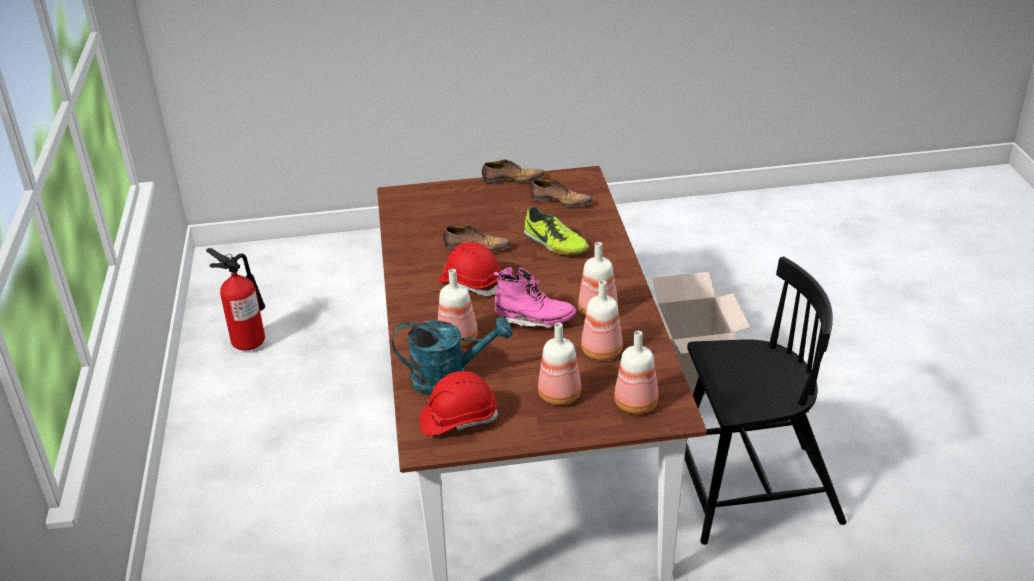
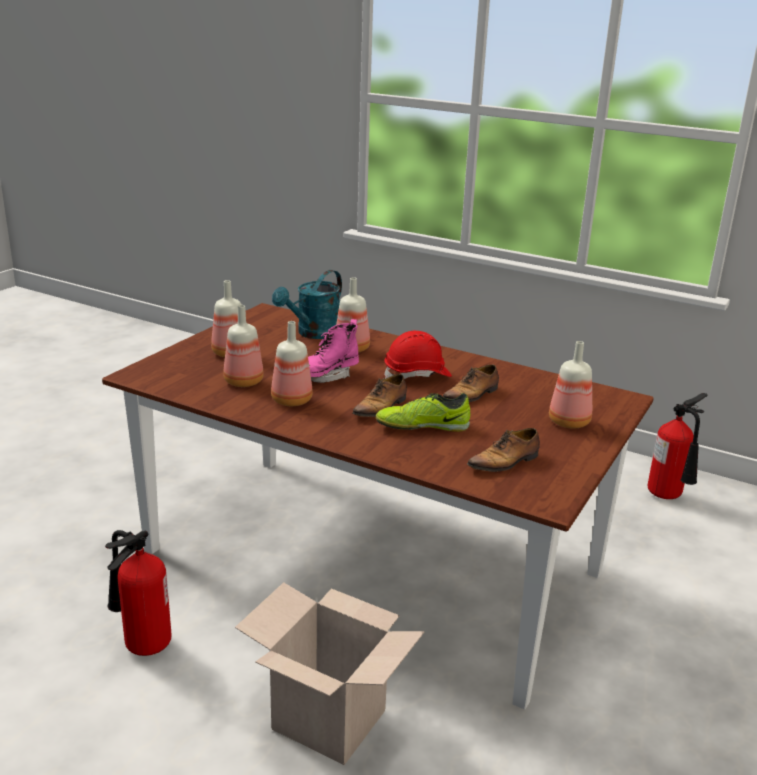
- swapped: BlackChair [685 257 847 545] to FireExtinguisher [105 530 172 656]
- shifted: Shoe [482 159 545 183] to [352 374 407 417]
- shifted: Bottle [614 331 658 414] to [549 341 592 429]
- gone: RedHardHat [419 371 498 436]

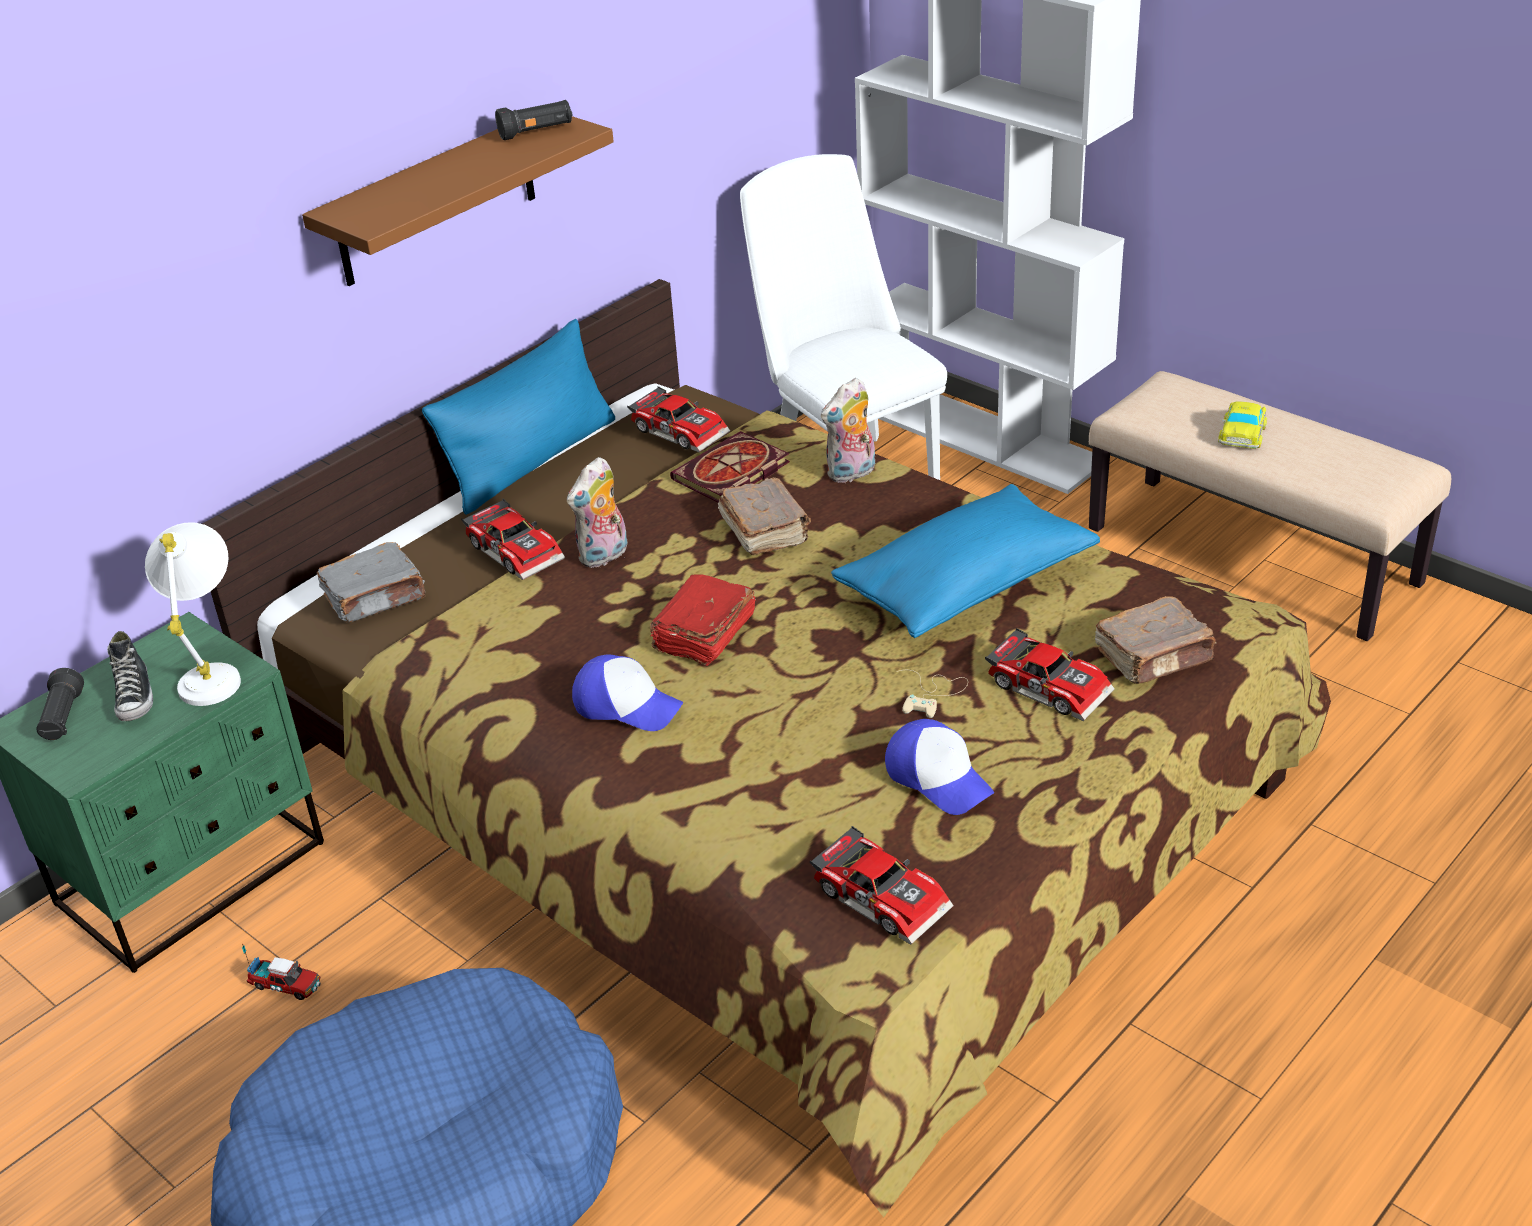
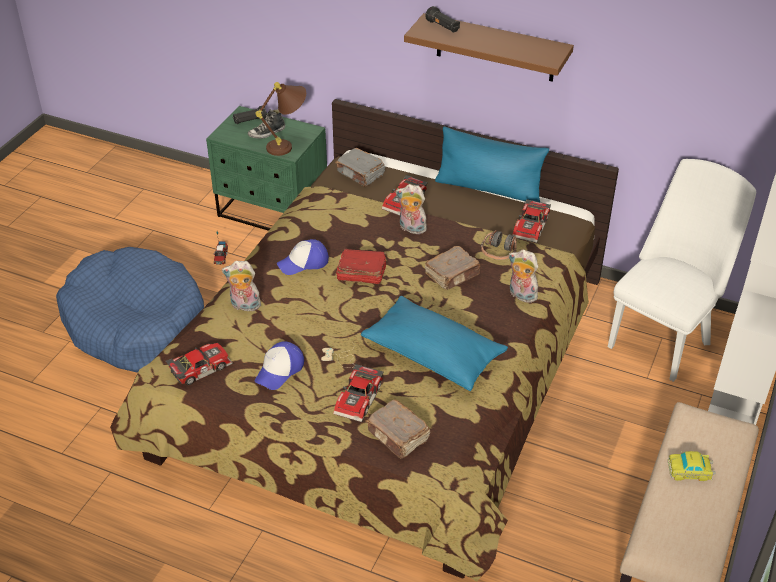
- rotated: ToyCar [810 826 954 945] = [166 343 233 385] 150 degrees counterclockwise
- new: PlushToy [222 261 261 311]
- repainted: WhiteTableLamp [145 522 241 706] to BrownTableLamp [255 82 306 156]
- rotated: Cap [572 655 684 731] = [277 239 329 275] 60 degrees clockwise
- shifted: BlackFlashlight [495 100 573 140] to [425 6 460 32]
- swapped: Book [670 431 790 502] to Headphones [481 230 517 260]

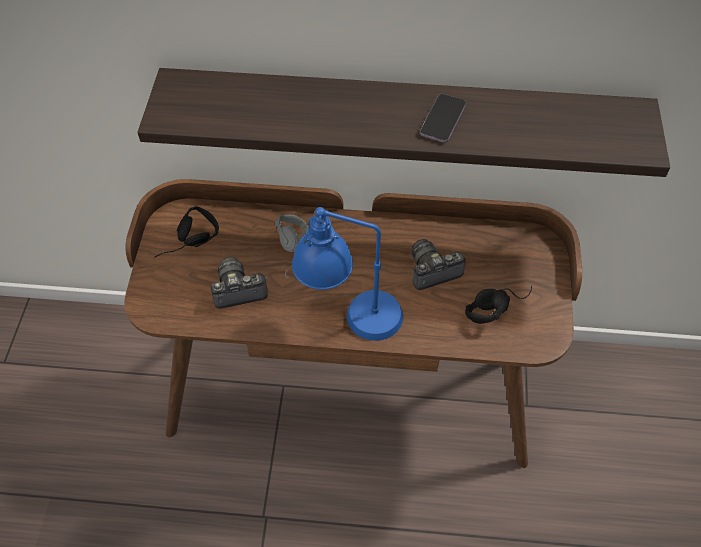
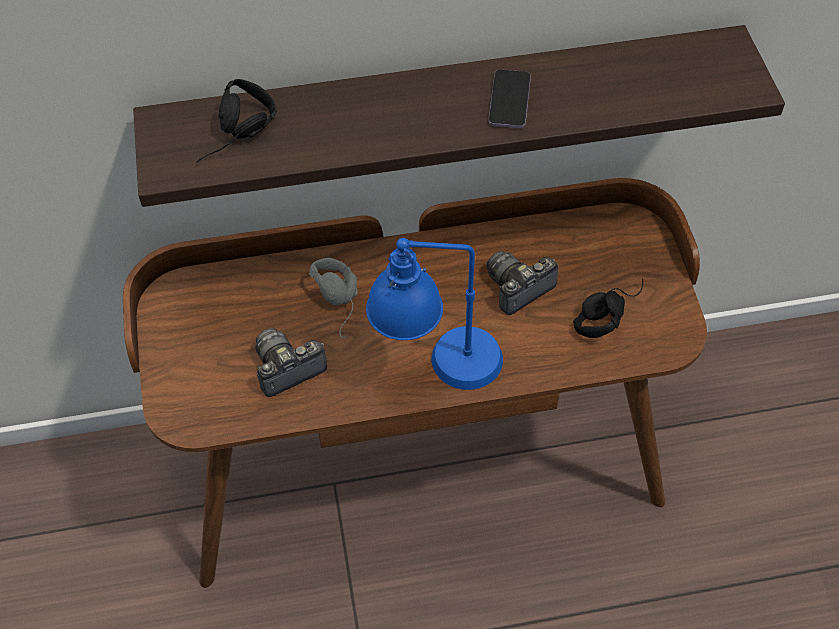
- shifted: BlackHeadphones [155 206 219 257] to [197 79 277 163]

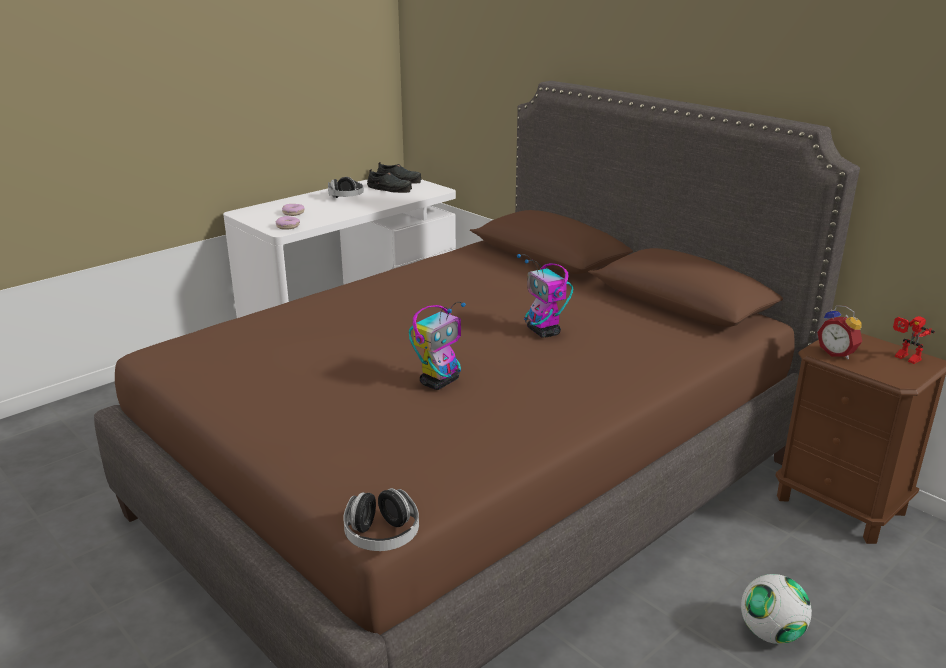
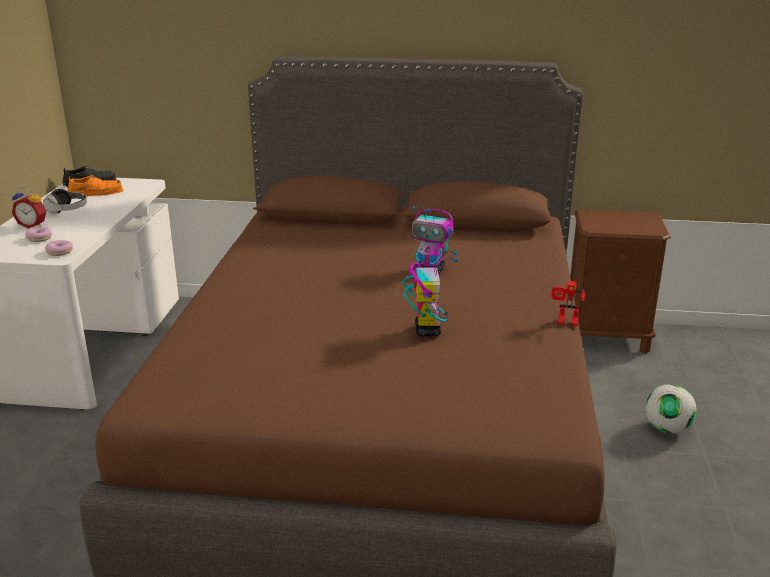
- shifted: AlarmClock [817 305 862 359] to [12 187 46 228]
- repainted: BlackShoe [367 169 412 193] to OrangeShoe [67 175 123 196]
- shifted: ToyRobot [893 316 935 364] to [551 281 587 326]
- gone: Headphones [343 488 419 551]

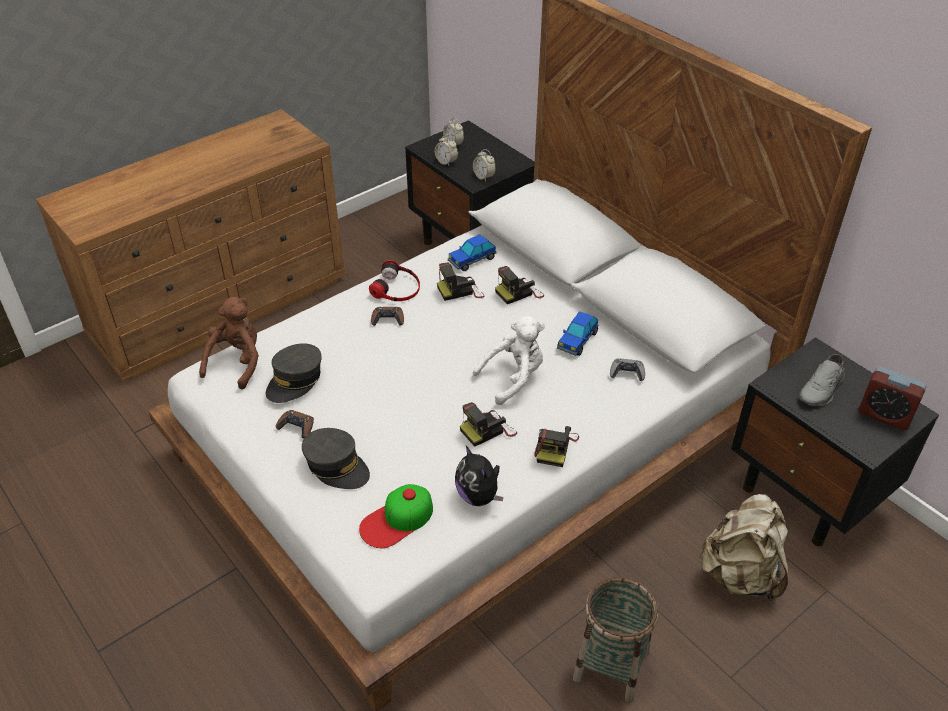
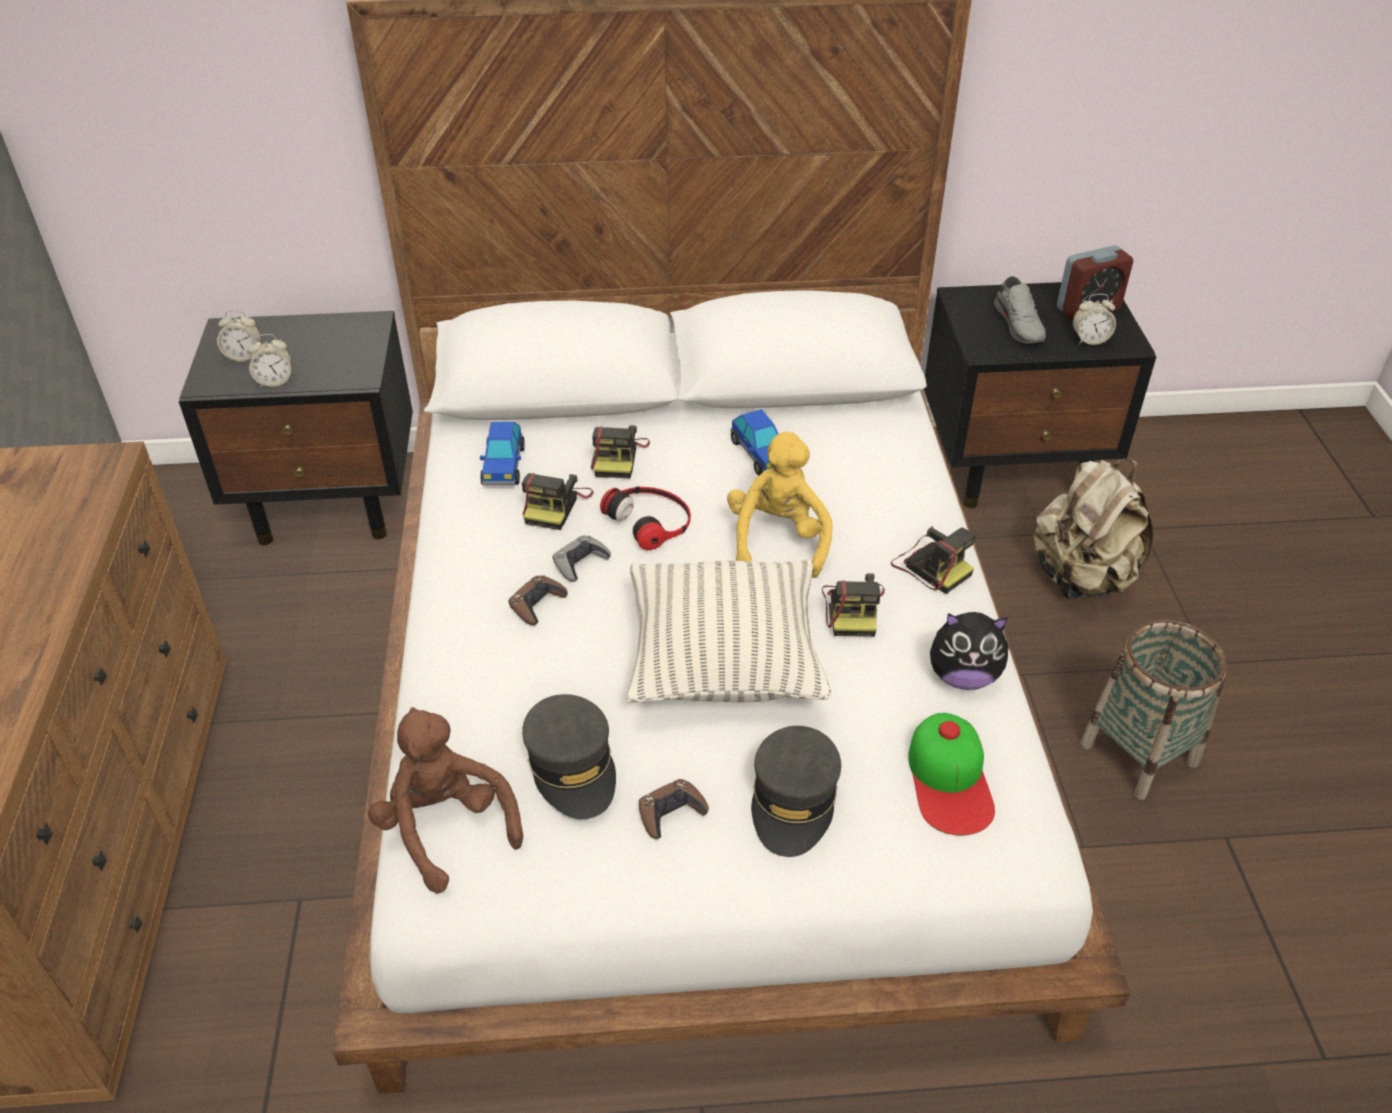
- shifted: GreyGameController [610 358 645 381] to [553 536 611 582]
- shifted: Headphones [369 260 420 301] to [600 486 691 550]
- new: Pillow [627 560 831 703]
- repainted: WhitePlushToy [473 316 545 405] to YellowPlushToy [727 432 832 578]
- rotated: GreyCap [302 428 370 489] = [751 726 841 857] 120 degrees clockwise
- shifted: AlarmClock [473 149 496 181] to [1073 294 1116 345]

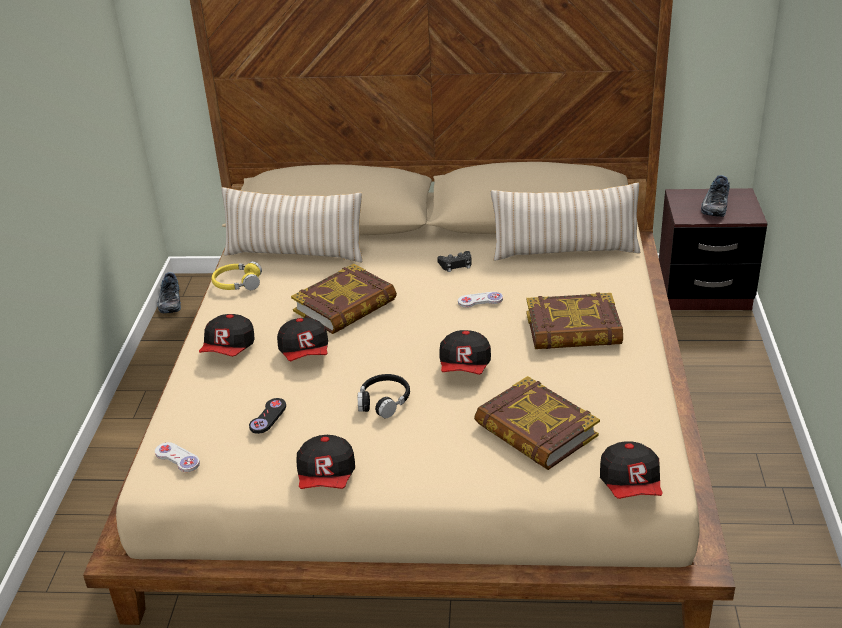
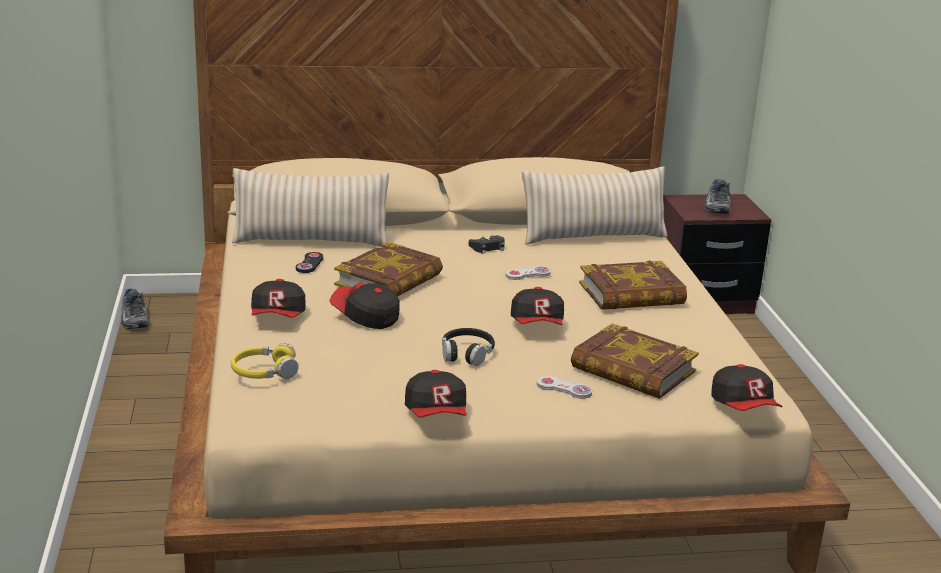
- shifted: YellowHeadphones [211 261 262 290] to [231 343 299 379]
- shifted: BlackGameController [249 398 286 434] to [296 252 323 273]
- rotated: Cap [277 318 328 361] = [329 282 399 329] 150 degrees clockwise
- shifted: WhiteGameController [155 442 200 472] to [537 376 592 399]

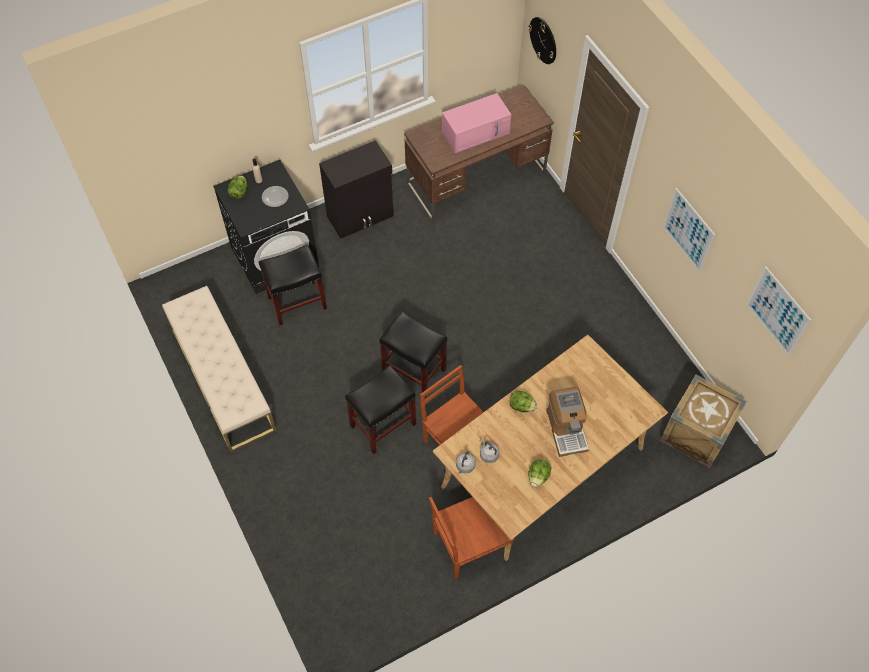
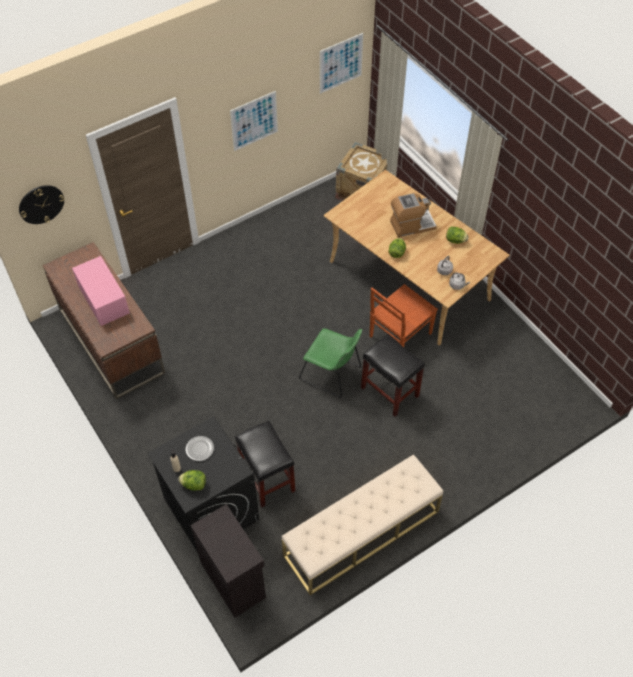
- shifted: BlackCabinet [319 140 393 239] to [191 504 266 618]
- swapped: BlackStool [380 311 447 397] to GreenChair [299 328 362 398]
- gone: BrownChair [429 497 515 579]

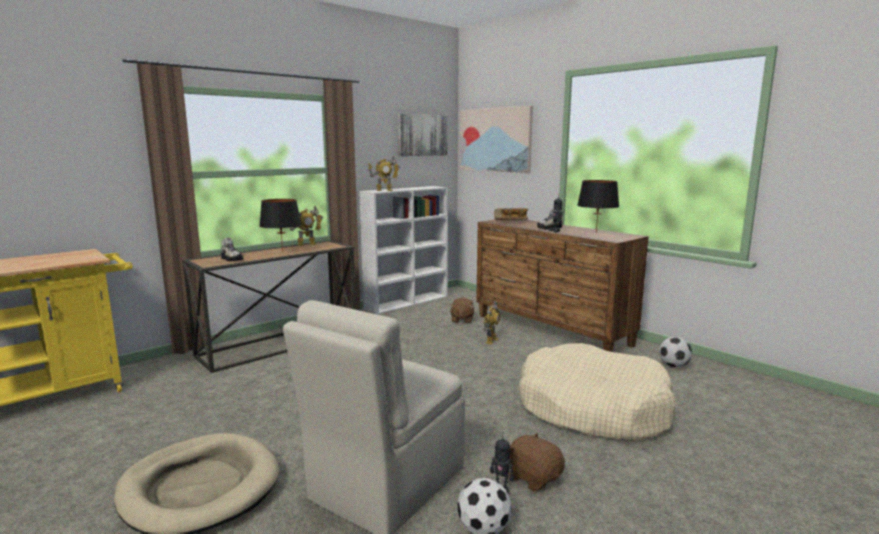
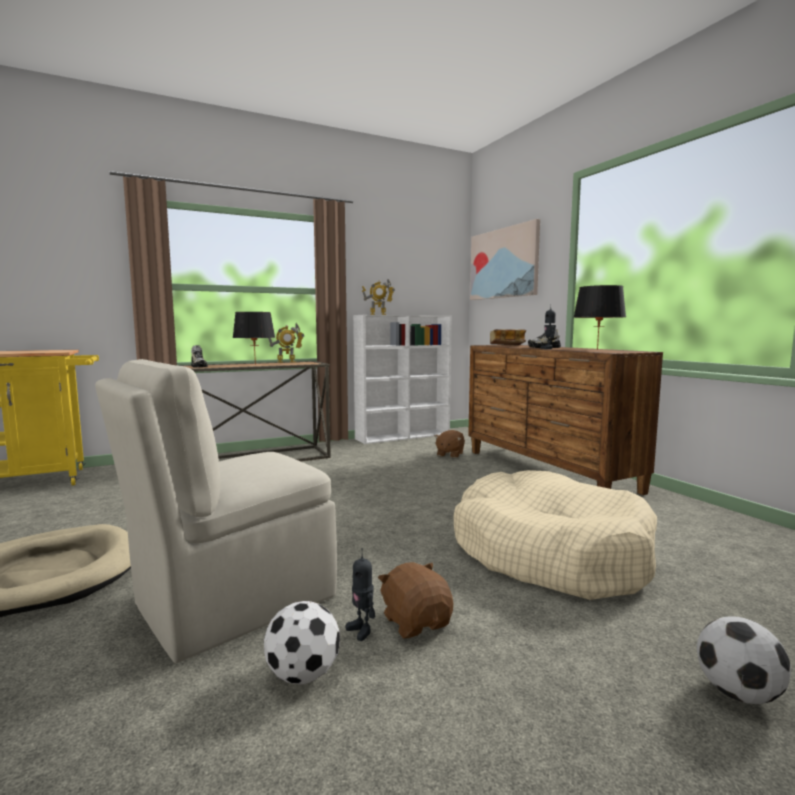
- shifted: Football [659 337 692 368] to [697 616 791 704]
- gone: Picture [398 114 448 156]
- gone: ToyRobot [483 301 500 345]

